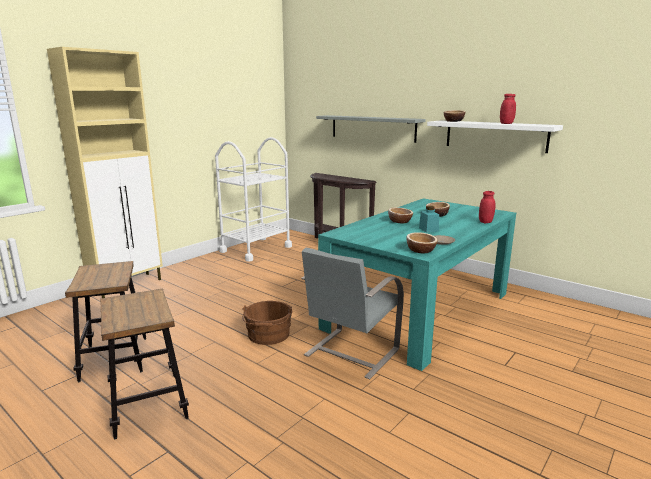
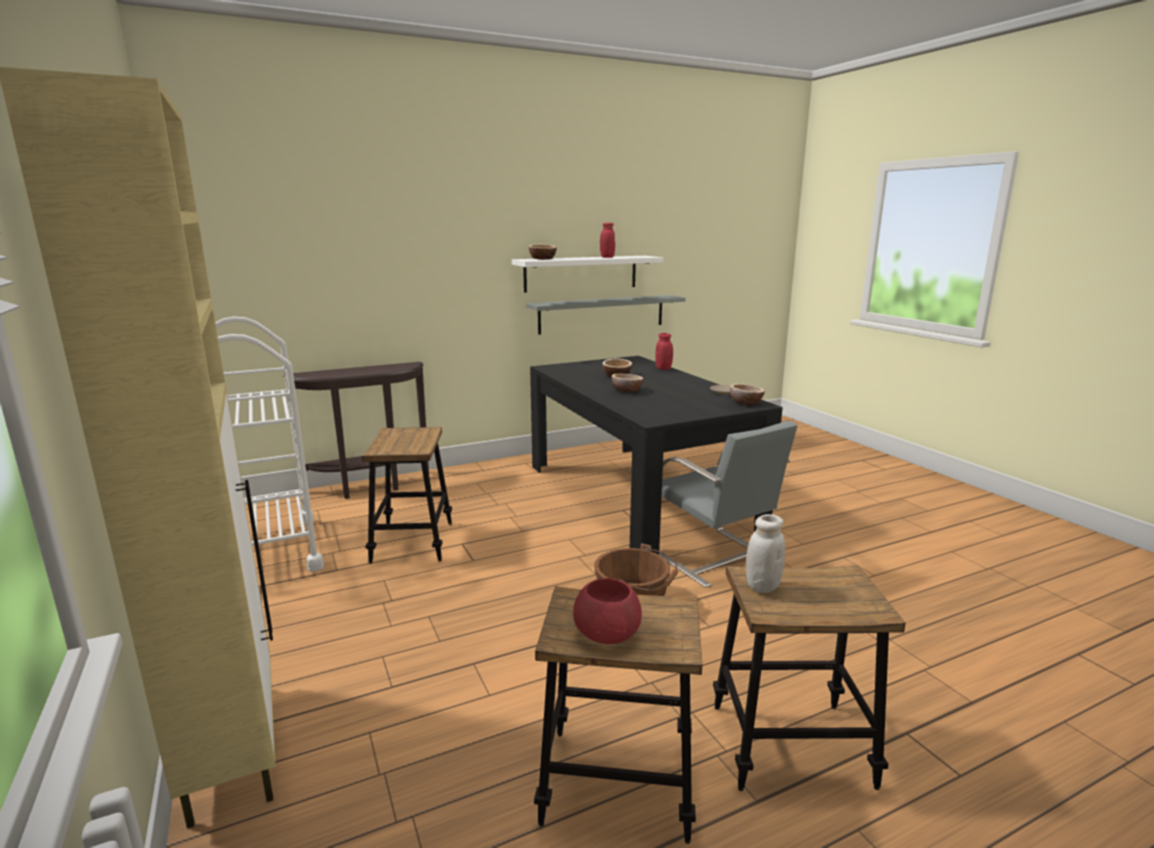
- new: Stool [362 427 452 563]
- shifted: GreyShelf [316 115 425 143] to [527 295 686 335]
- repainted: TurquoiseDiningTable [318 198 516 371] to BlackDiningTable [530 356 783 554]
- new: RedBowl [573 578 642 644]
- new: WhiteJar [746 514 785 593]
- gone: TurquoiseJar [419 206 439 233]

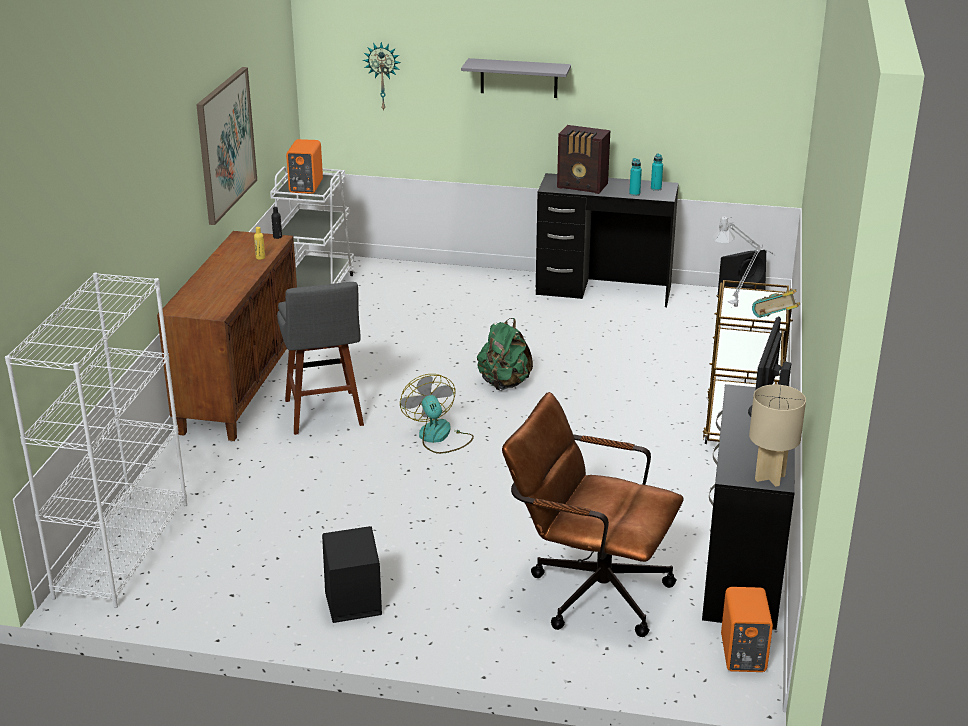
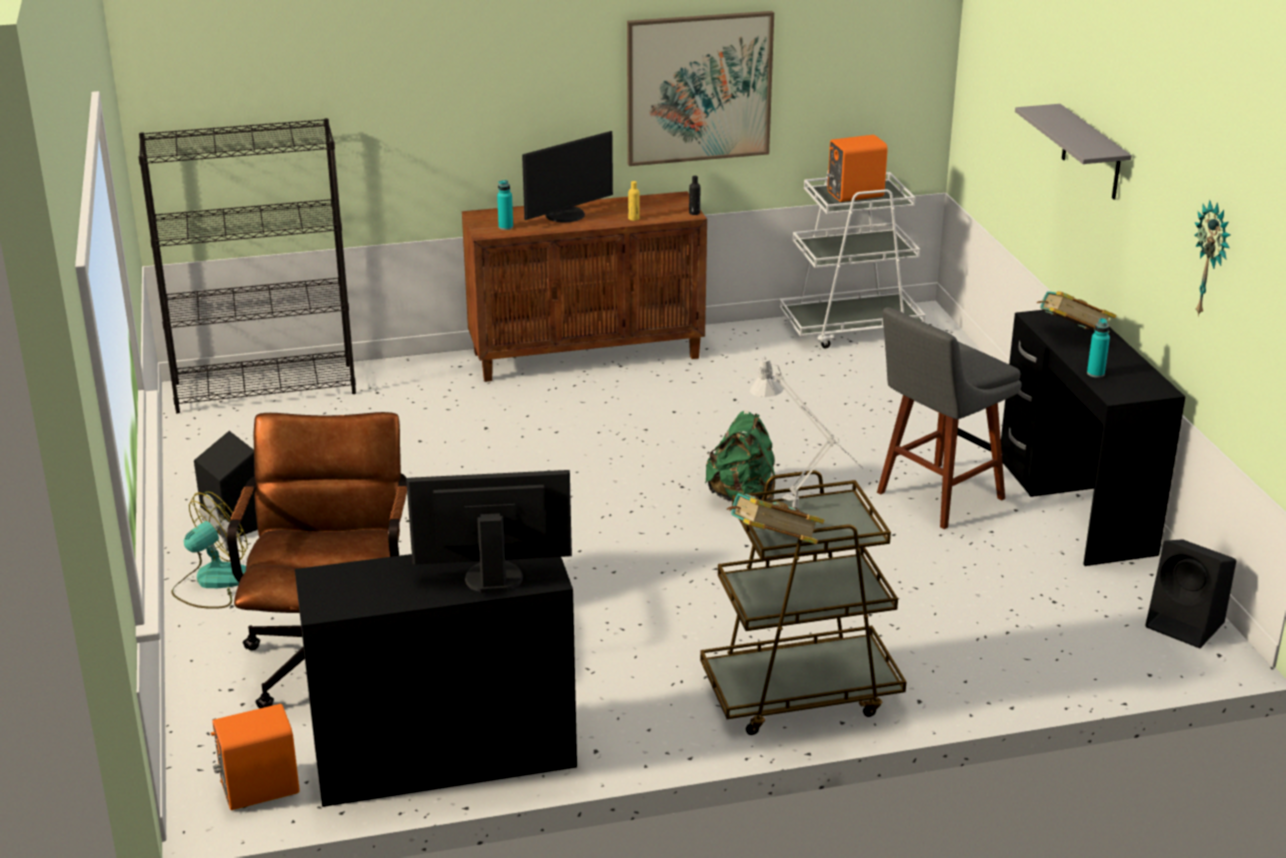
- repainted: WhiteBookcase [5 273 187 608] to BlackBookcase [138 118 356 413]
- shifted: Fan [400 374 474 454] to [171 492 248 609]
- shifted: TurquoiseBottle [651 154 663 191] to [497 180 513 230]
- new: Monitor [522 131 613 223]
- shifted: GreyStool [277 282 364 435] to [877 307 1022 529]
- swapped: Radio [557 125 610 194] to Book [1037 291 1116 334]
- shifted: WallClock [363 42 401 112] to [1194 200 1230 317]
- gone: BeigeTableLamp [749 384 806 487]

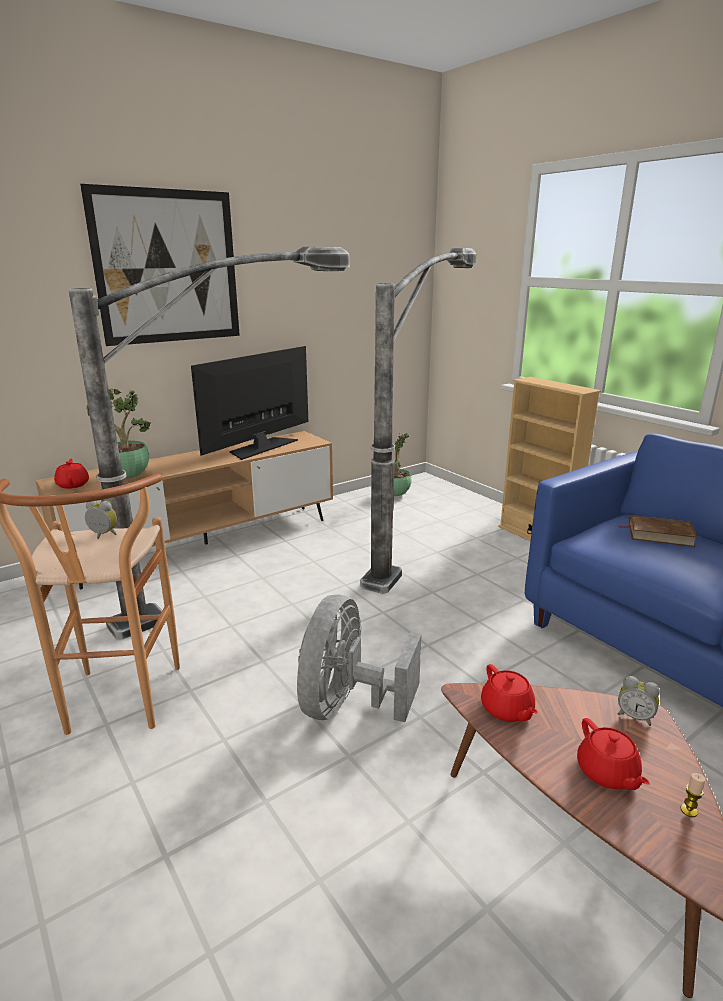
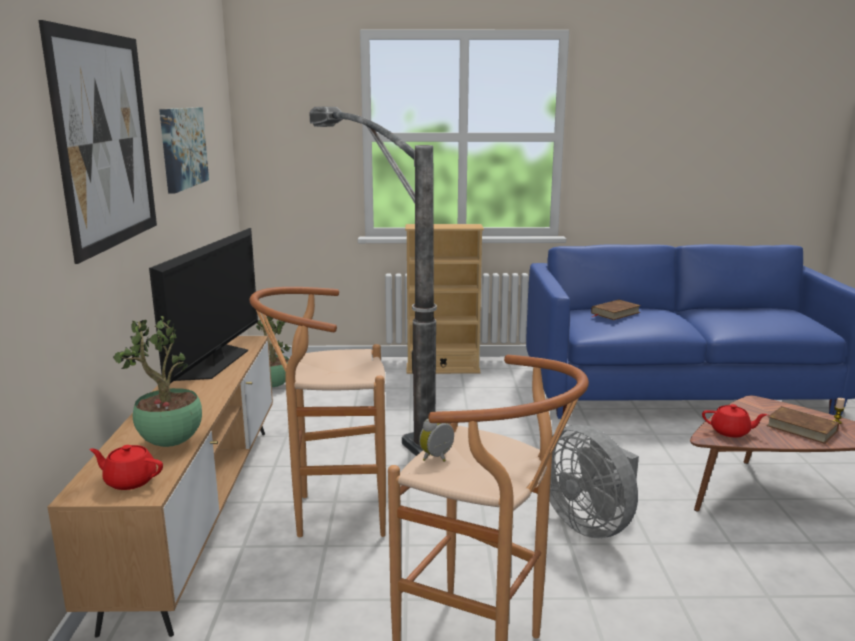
- rotated: Television [191 346 308 460] = [149 228 258 383] 150 degrees counterclockwise
- new: Picture [159 107 209 194]
- swapped: FloorLamp [68 247 350 639] to BrownStool [250 287 386 537]
- swapped: RedTeapot [577 718 650 790] to BrownBook [766 406 839 444]
- gone: AlarmClock [618 676 660 726]

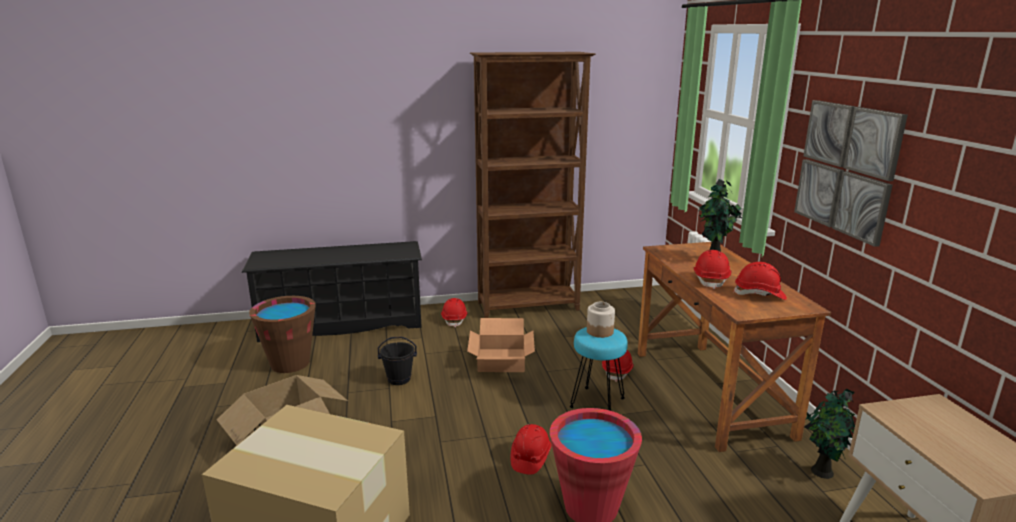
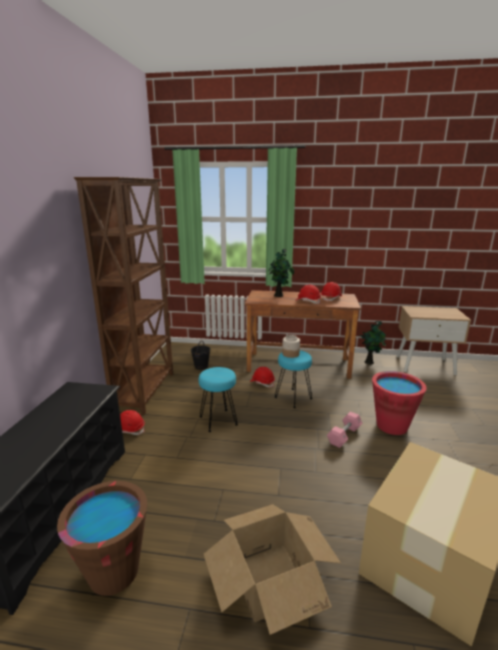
- shifted: BlackBucket [377 336 417 385] to [191 340 210 370]
- swapped: CardboardBox [467 318 535 372] to TurquoiseStool [199 367 238 432]
- swapped: RedHardHat [510 424 551 475] to PinkDumbbell [327 412 363 448]
- gone: Picture [794 100 908 247]

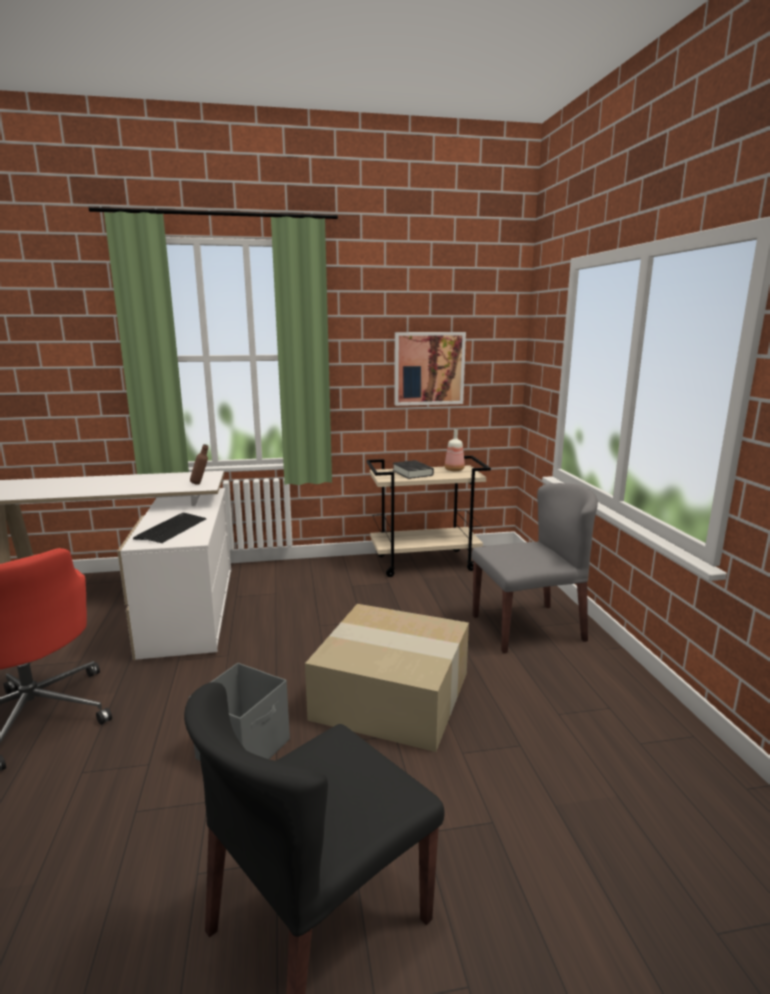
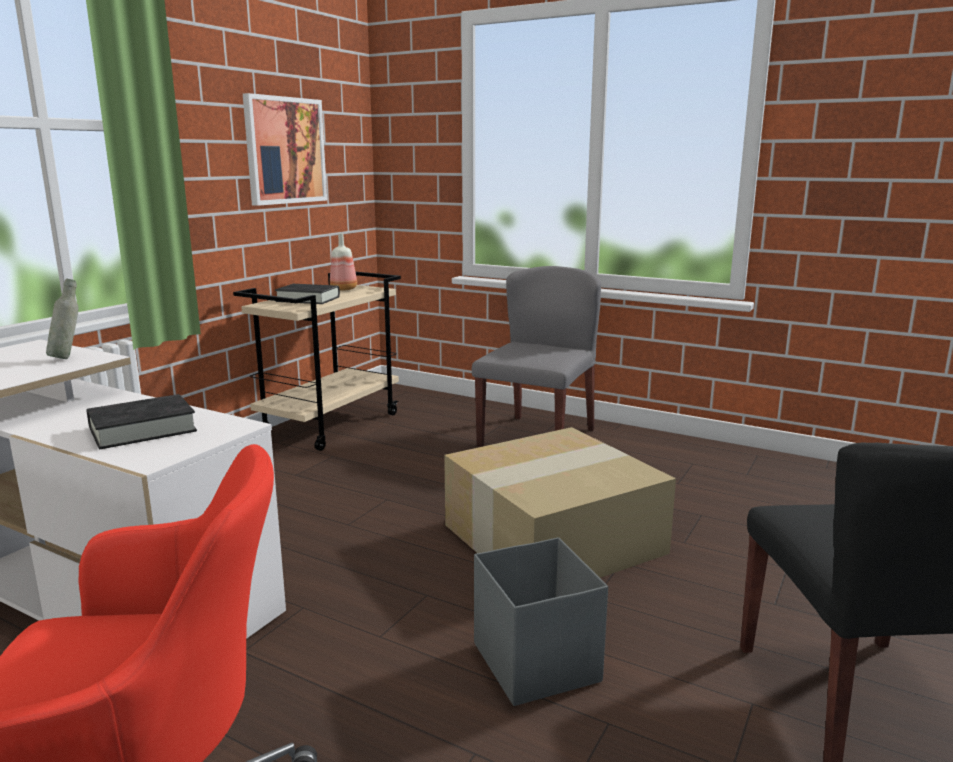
- repainted: BrownBottle [190 444 208 485] to GreyBottle [46 278 79 359]
- swapped: Keyboard [133 513 206 543] to BlackBook [86 394 197 449]

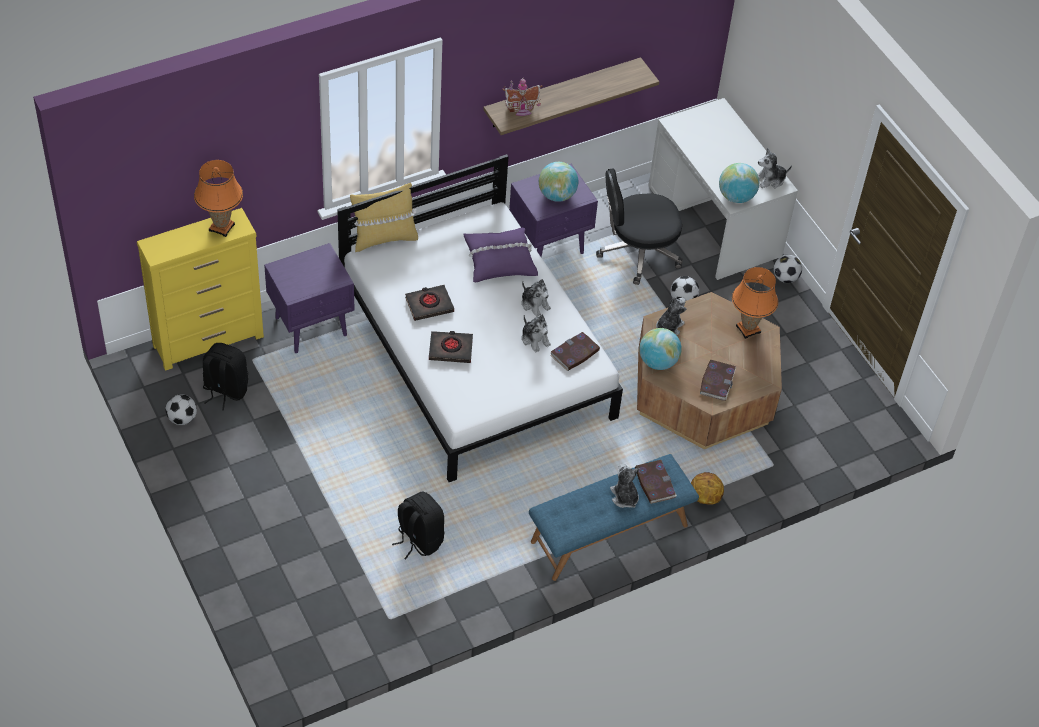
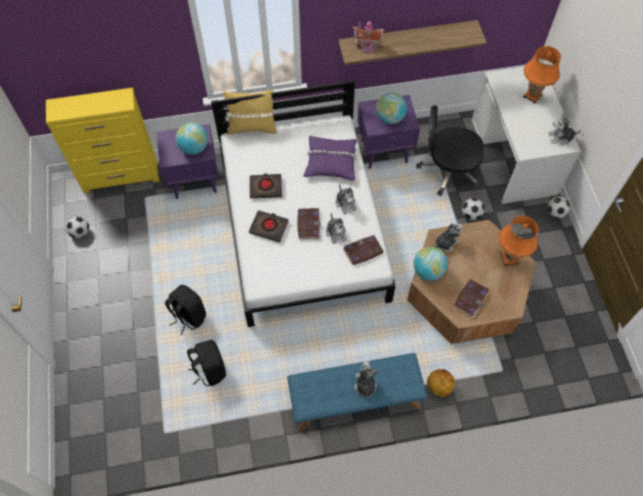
- shifted: BlackBackpack [203 343 248 410] to [165 285 206 335]
- shifted: Globe [719 163 759 203] to [176 122 208 155]
- shifted: Book [635 460 677 504] to [297 208 321 239]
- shifted: OrangeTableLamp [194 160 243 237] to [523 46 561 104]

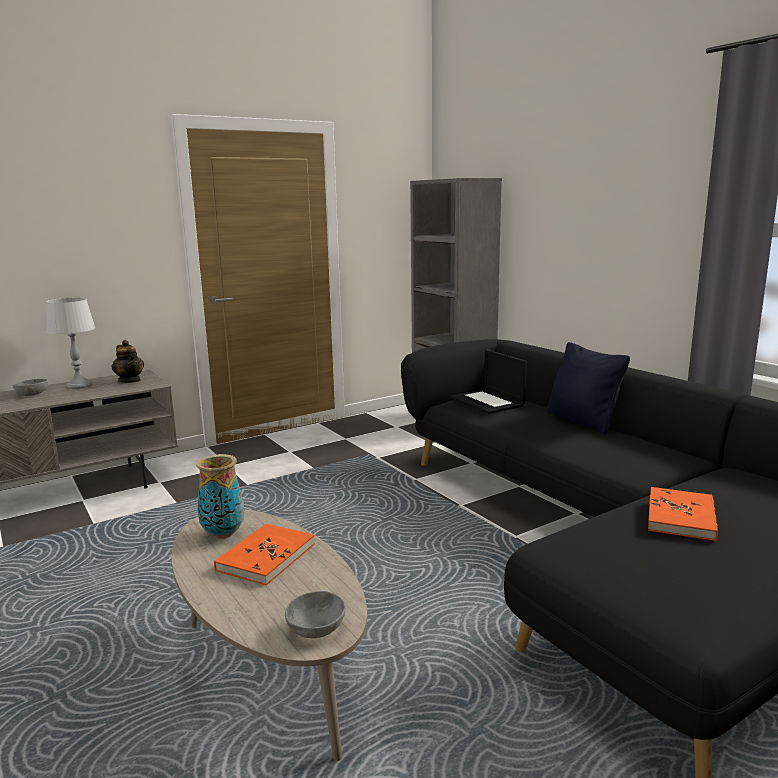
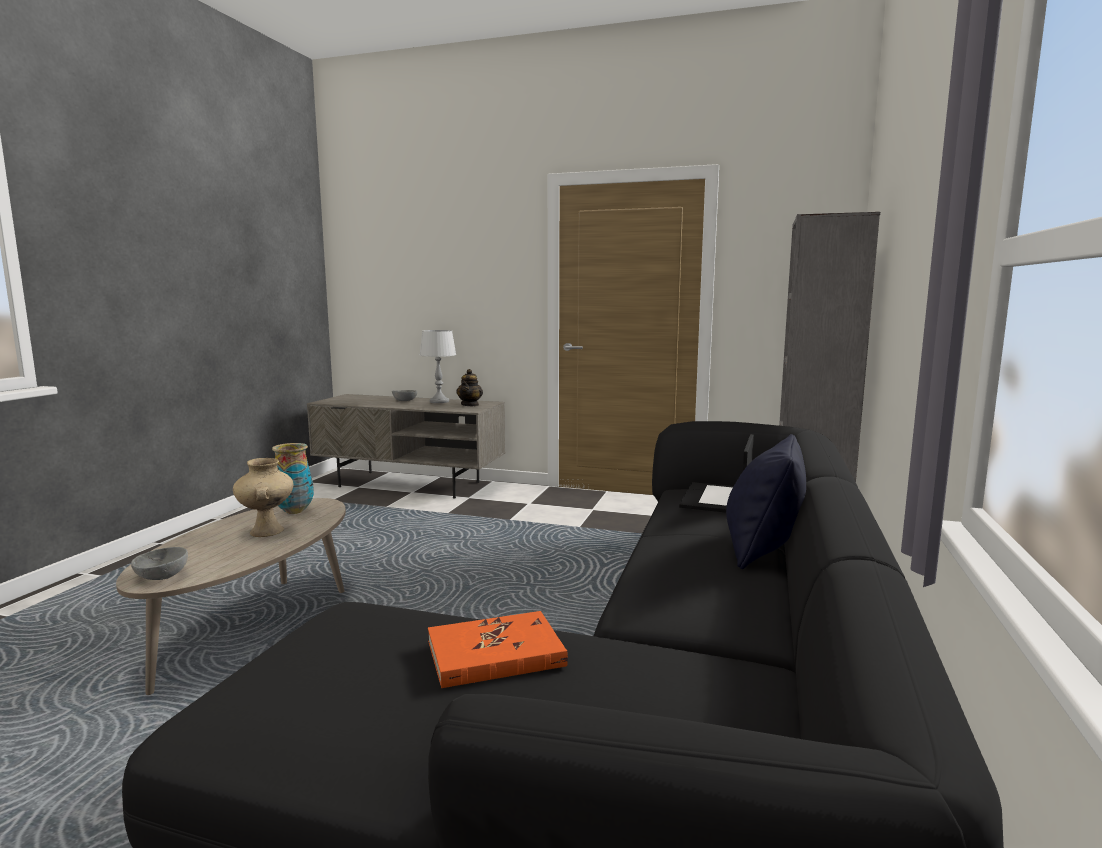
- swapped: OrangeBook [214 523 315 585] to BeigeVase [233 458 294 537]

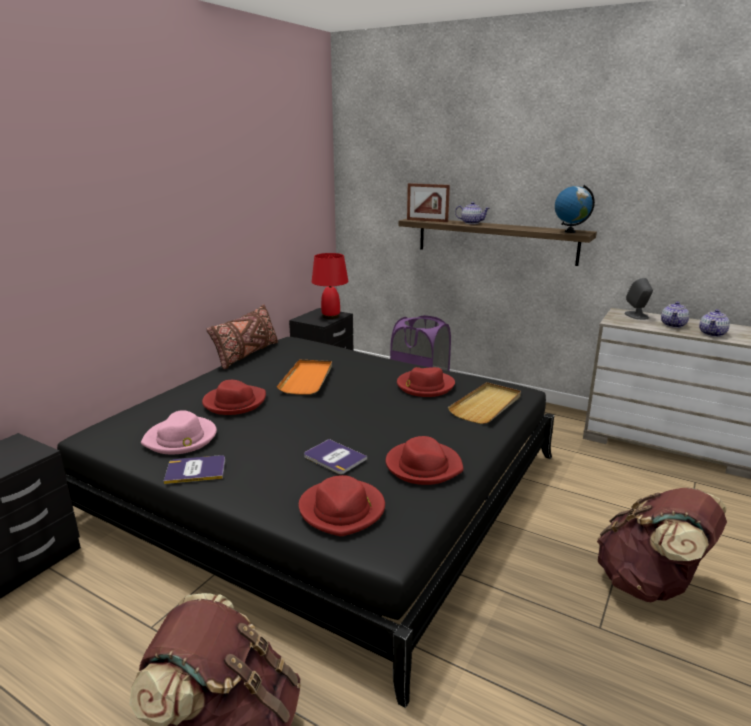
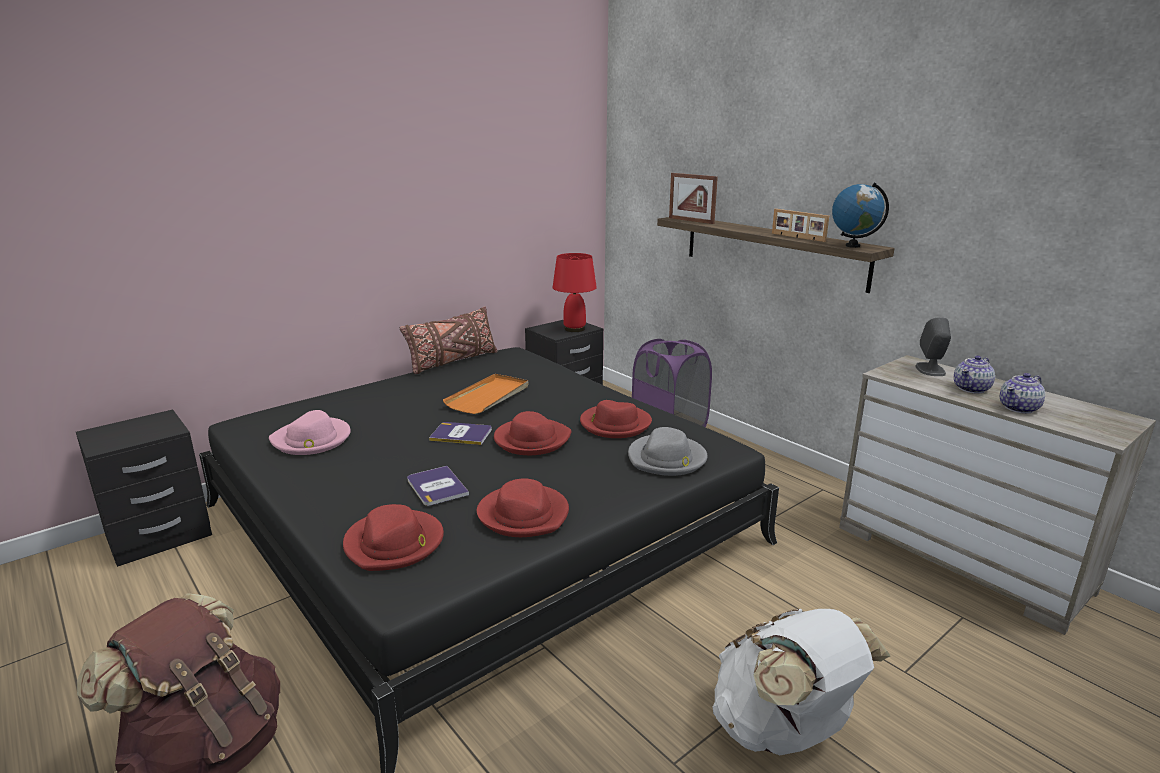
- shifted: Book [164 455 225 484] to [429 422 492 445]
- shifted: RedHat [202 380 266 415] to [494 411 572 455]
- swapped: BeigeTray [448 382 521 424] to GreyHat [628 427 708 476]
- repainted: BrownBackpack [597 488 727 602] to WhiteBackpack [712 609 890 755]
- new: PictureFrame [772 209 829 242]
- gone: Teapot [455 202 490 224]

